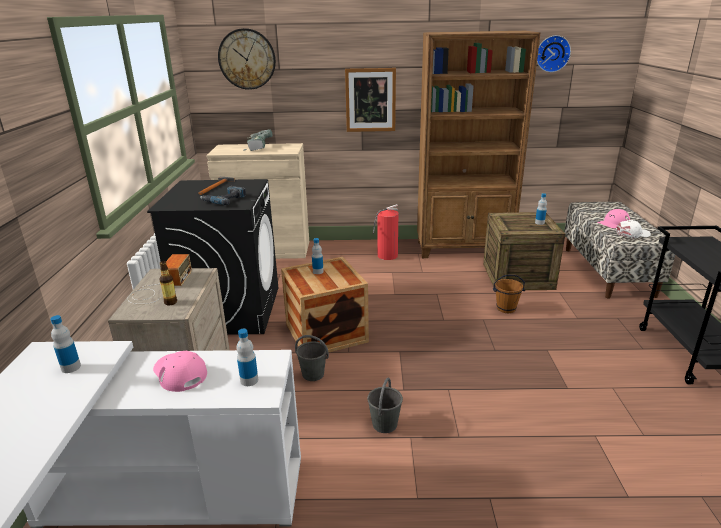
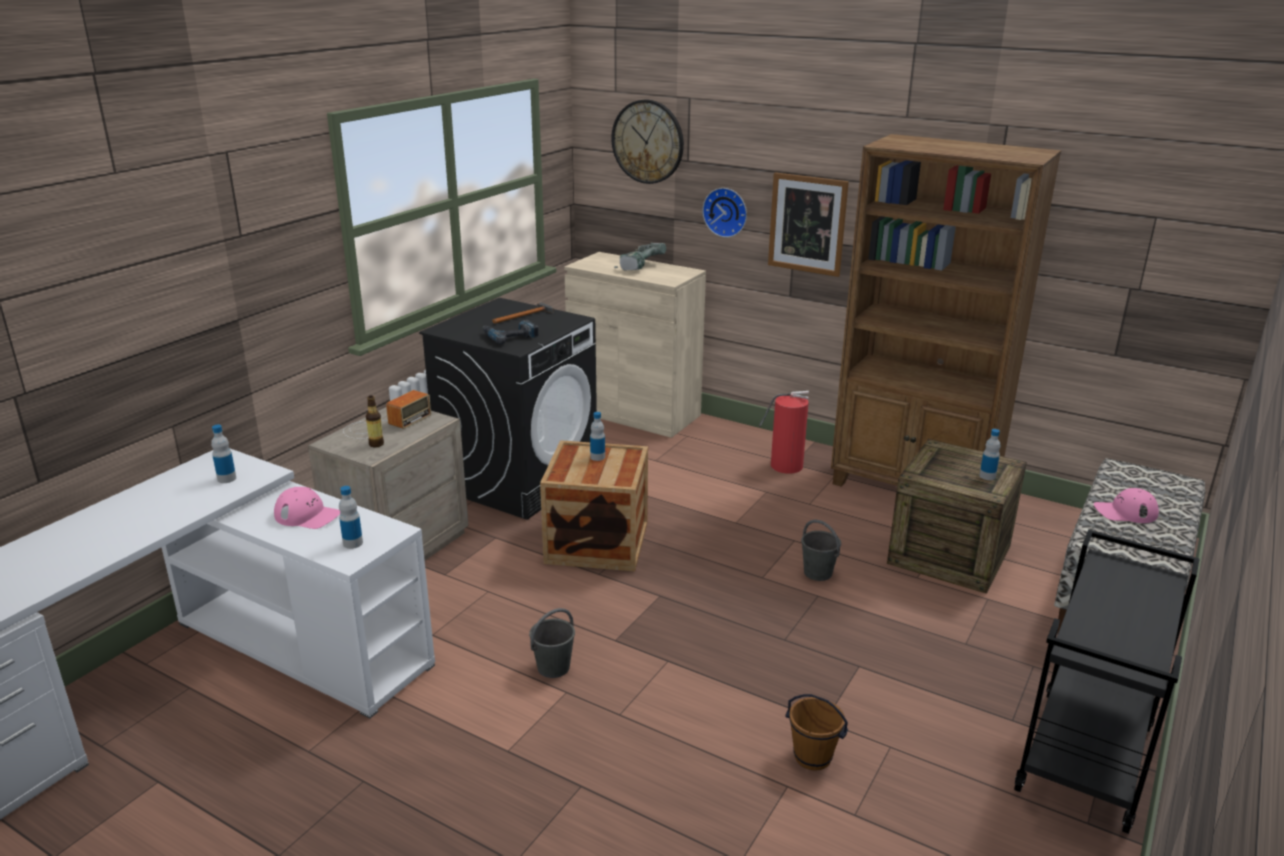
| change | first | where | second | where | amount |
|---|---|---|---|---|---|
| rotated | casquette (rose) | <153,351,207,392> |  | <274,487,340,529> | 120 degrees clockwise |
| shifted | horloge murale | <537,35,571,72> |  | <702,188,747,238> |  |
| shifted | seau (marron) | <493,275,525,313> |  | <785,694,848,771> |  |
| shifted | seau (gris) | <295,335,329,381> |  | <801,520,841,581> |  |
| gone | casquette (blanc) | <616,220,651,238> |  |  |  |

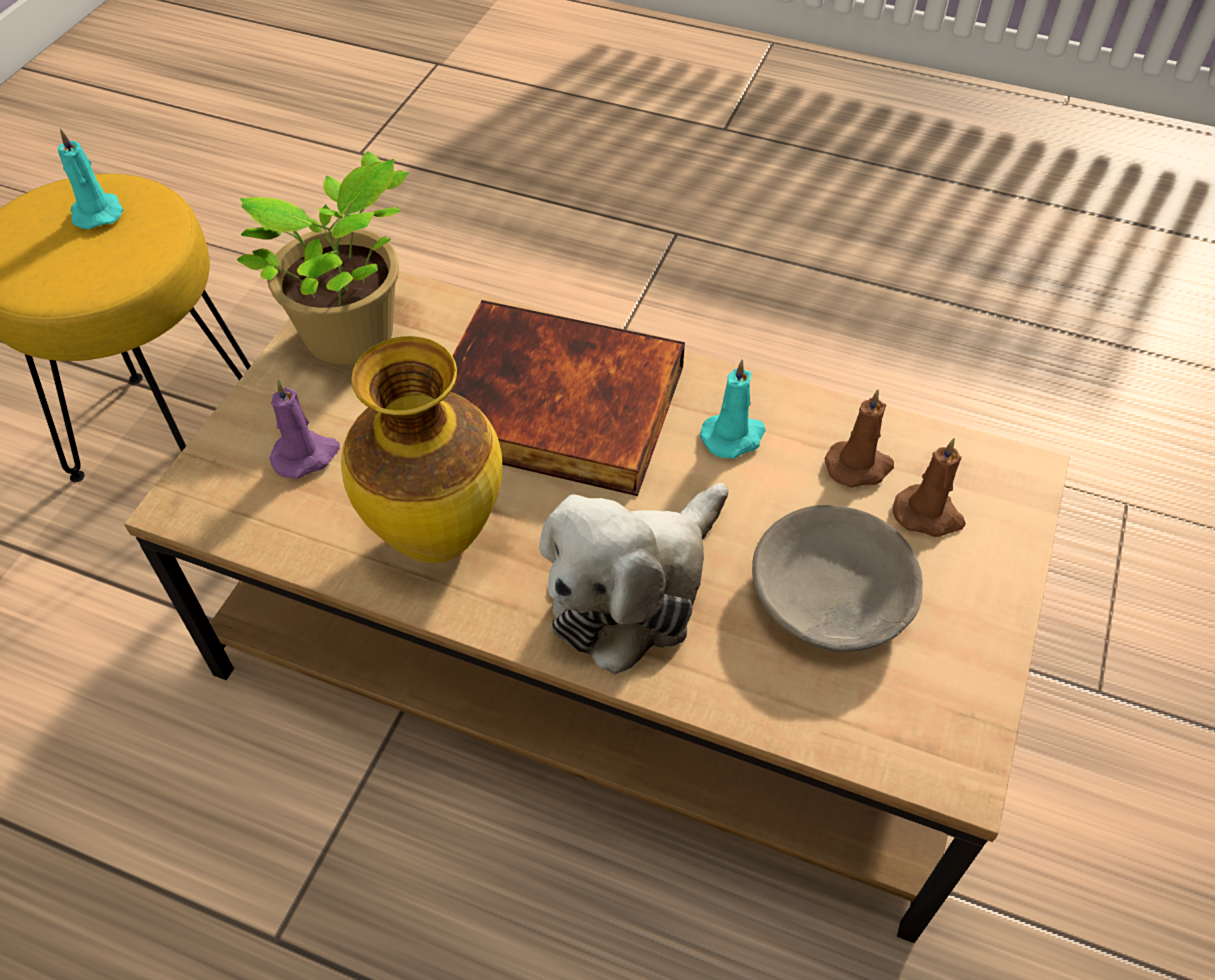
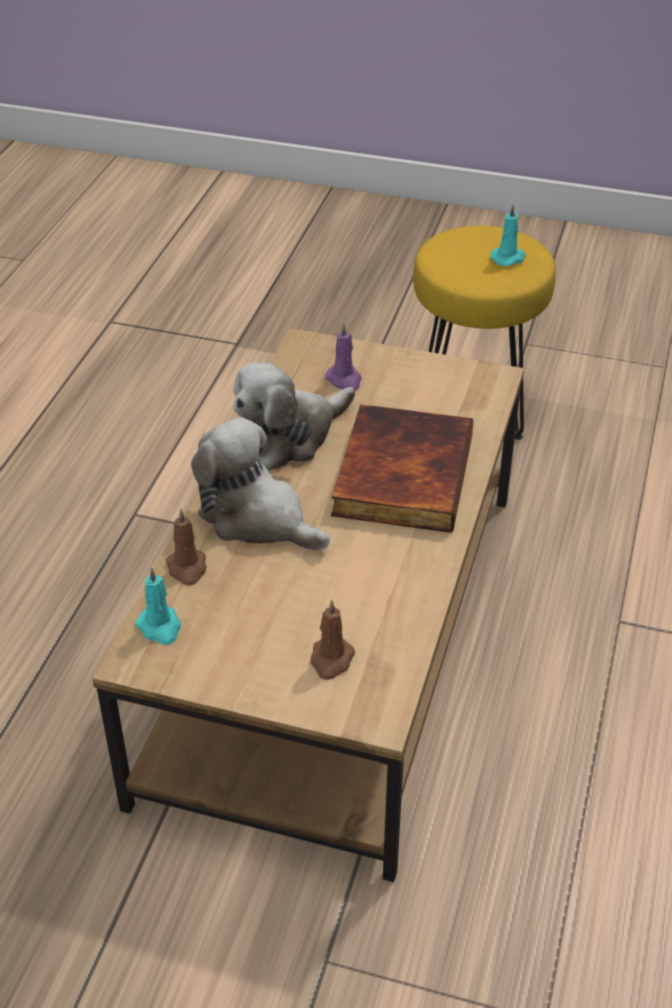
| change | first | where | second | where | amount |
|---|---|---|---|---|---|
| shifted | bougie (turquoise) | <700,359,766,459> |  | <135,567,181,645> |  |
| shifted | bougie (marron) | <825,389,894,488> |  | <166,509,207,585> |  |
| swapped | vase | <341,336,502,563> | peluche | <233,363,355,470> |  |
| gone | plante en pot | <237,151,409,365> |  |  |  |
| gone | bol (gris) | <752,505,923,652> |  |  |  |

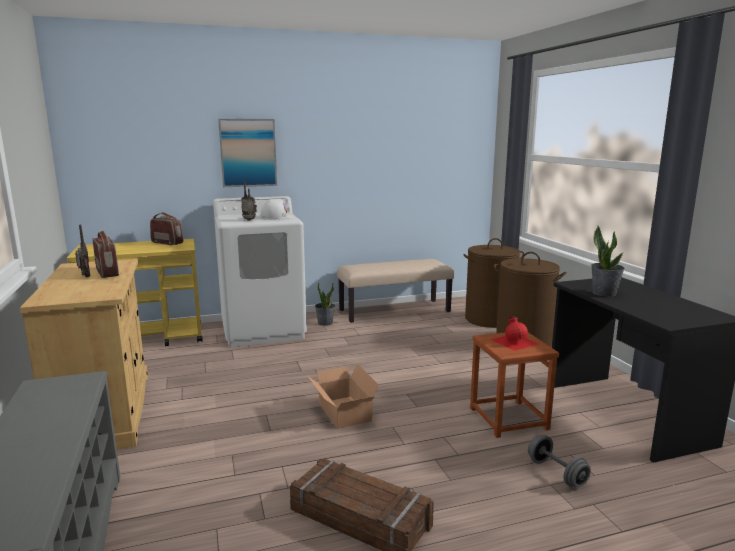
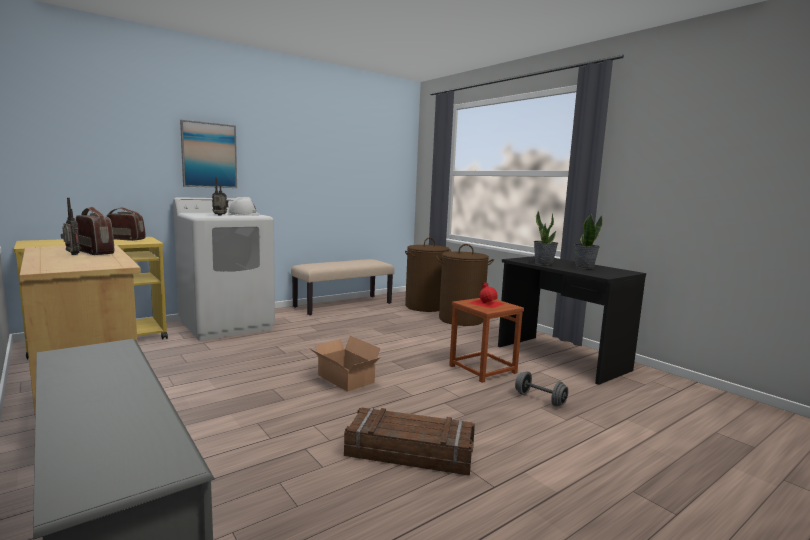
| change | first | where | second | where | amount |
|---|---|---|---|---|---|
| shifted | plante en pot | <315,282,335,326> |  | <574,214,602,269> |  |

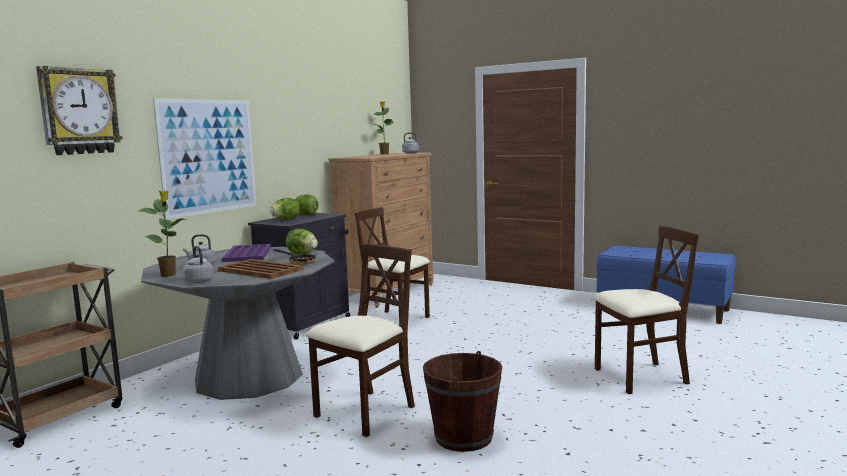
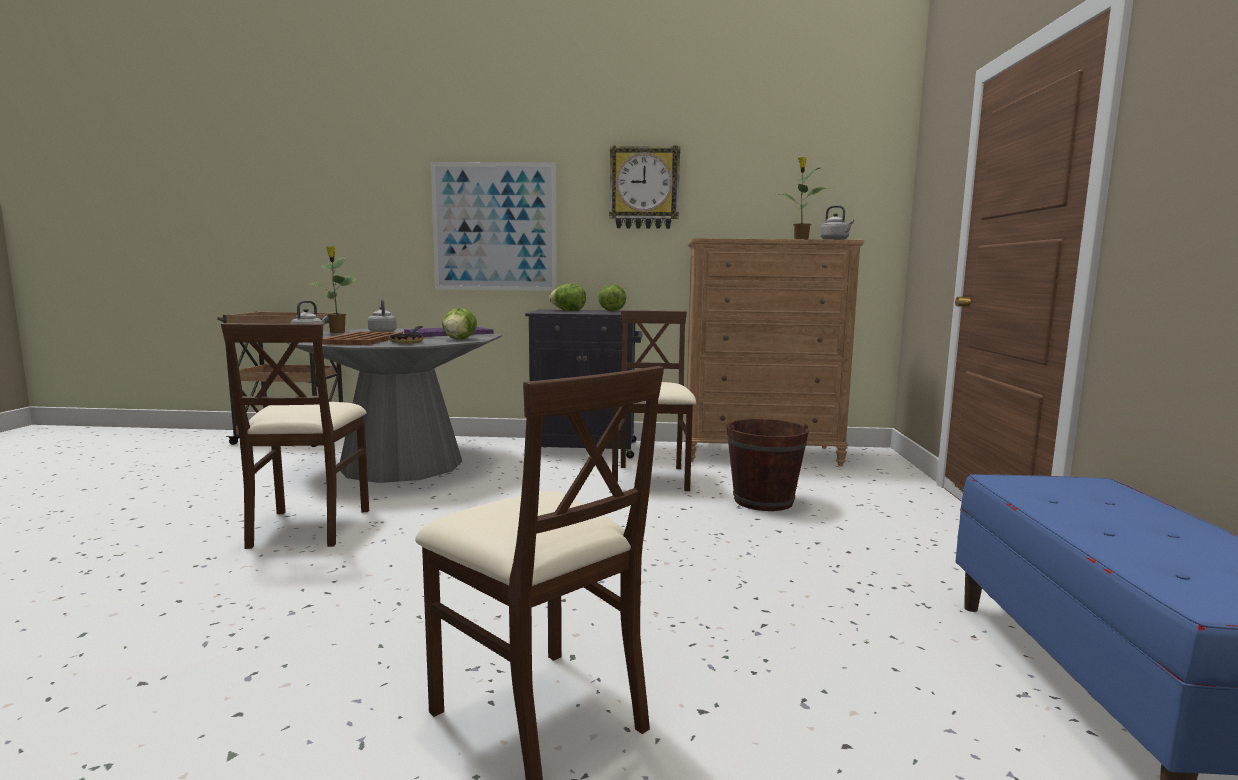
| change | first | where | second | where | amount |
|---|---|---|---|---|---|
| rotated | chaise (beige) | <306,243,415,437> |  | <221,323,369,549> | 75 degrees clockwise |
| shifted | horloge murale | <36,66,123,155> |  | <609,145,680,229> |  |
| shifted | seau (marron) | <423,351,502,452> |  | <726,419,809,511> |  |

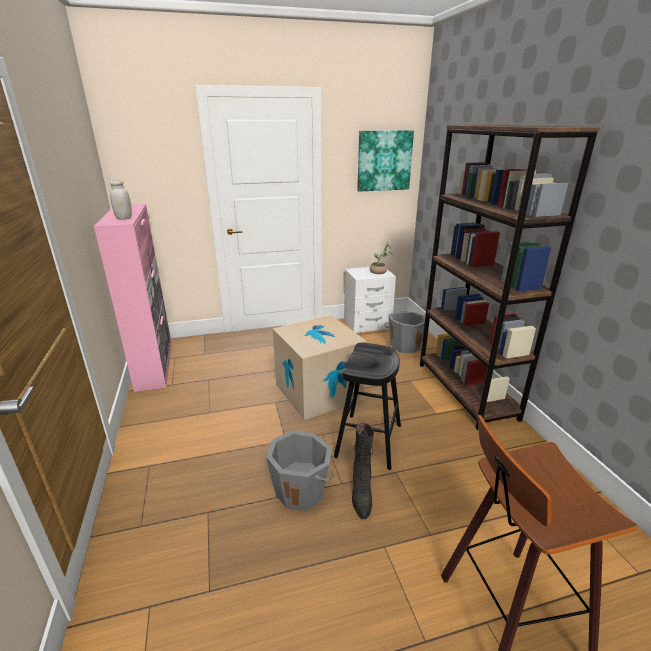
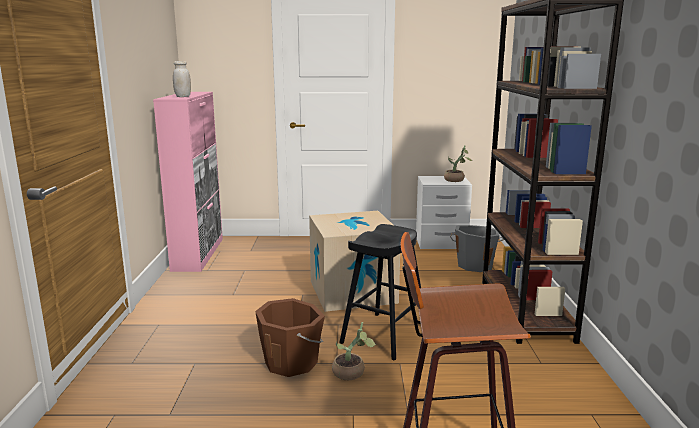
| change | first | where | second | where | amount |
|---|---|---|---|---|---|
| repainted | seau (gris) | <266,430,333,511> | seau (marron) | <255,298,325,377> |  |
| swapped | botte (noir) | <352,423,374,519> | plante en pot | <332,322,376,380> |  |
| gone | tableau | <357,130,414,192> |  |  |  |

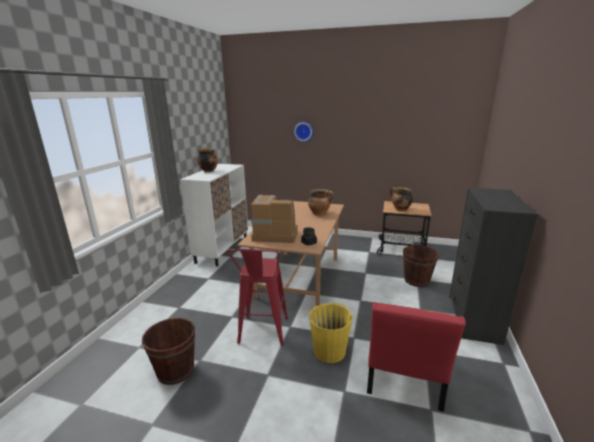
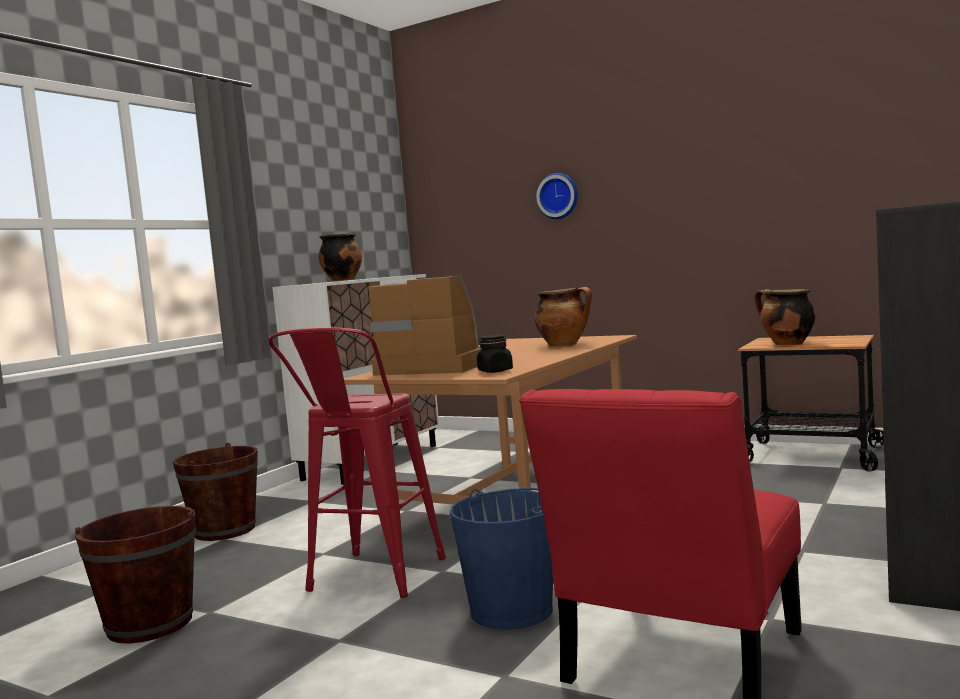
| change | first | where | second | where | amount |
|---|---|---|---|---|---|
| shifted | seau (marron) | <403,244,439,287> |  | <173,443,258,541> |  |
| repainted | seau (jaune) | <309,303,352,363> | seau (bleu) | <450,488,553,630> |  |

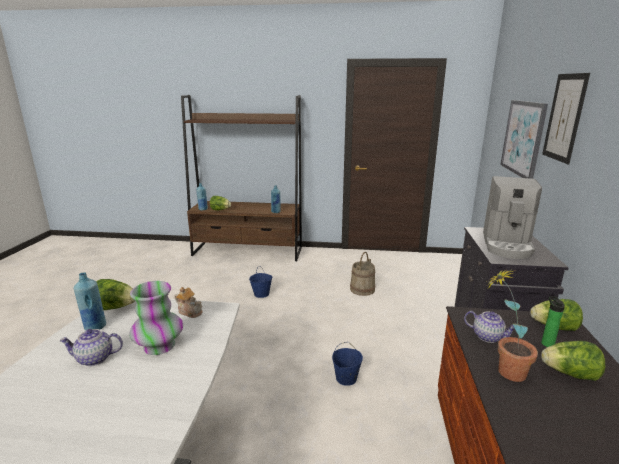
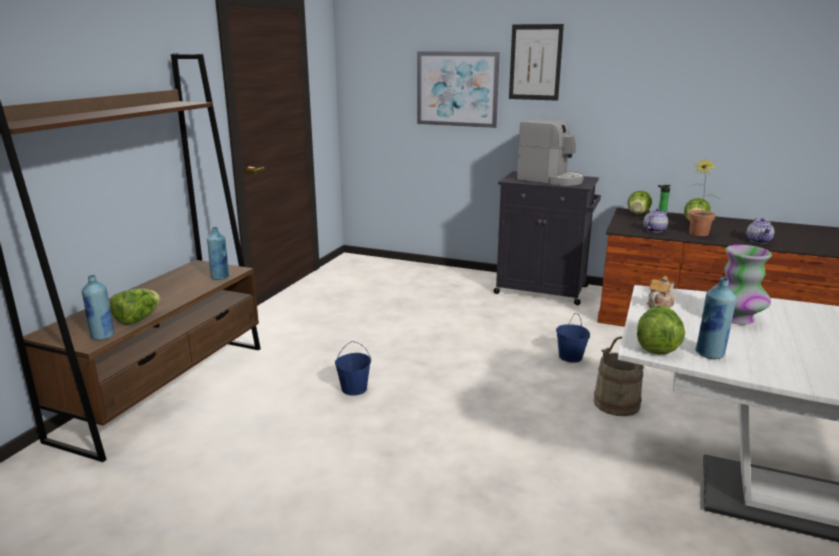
| change | first | where | second | where | amount |
|---|---|---|---|---|---|
| shifted | seau (beige) | <350,252,375,296> |  | <593,336,644,416> |  |
| shifted | théière | <59,329,123,366> |  | <747,218,774,244> |  |

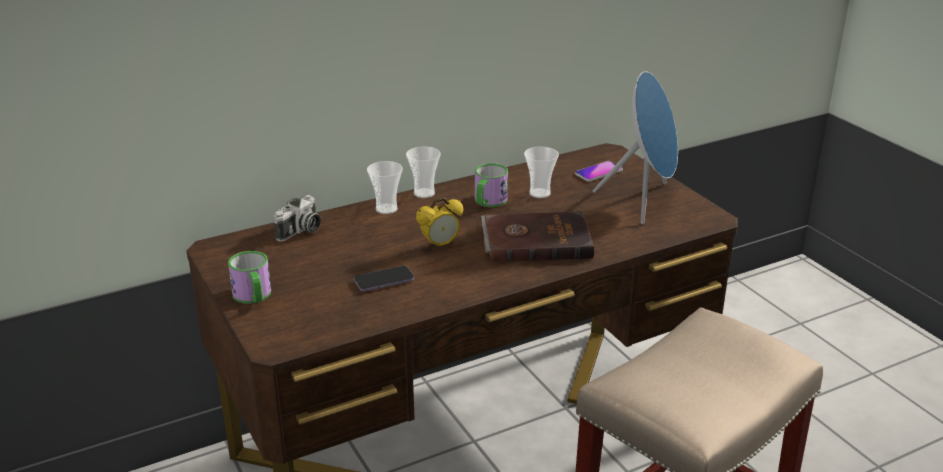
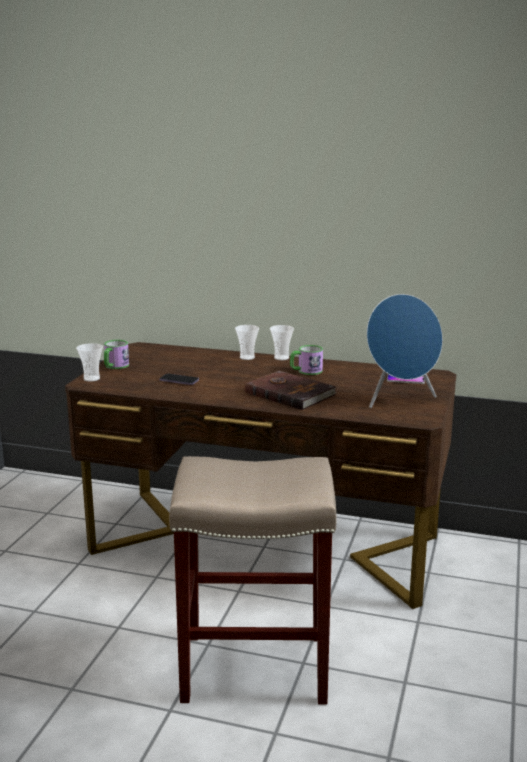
| change | first | where | second | where | amount |
|---|---|---|---|---|---|
| shifted | tasse | <524,147,559,198> |  | <76,343,103,382> |  |
| gone | appareil photo | <274,195,321,242> |  |  |  |
| gone | réveil | <416,197,463,250> |  |  |  |

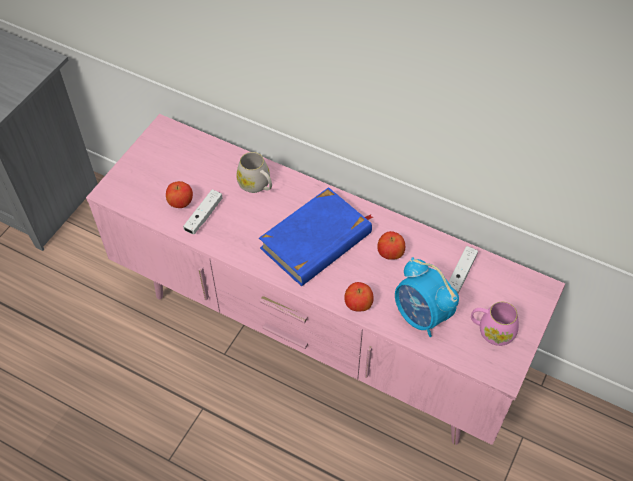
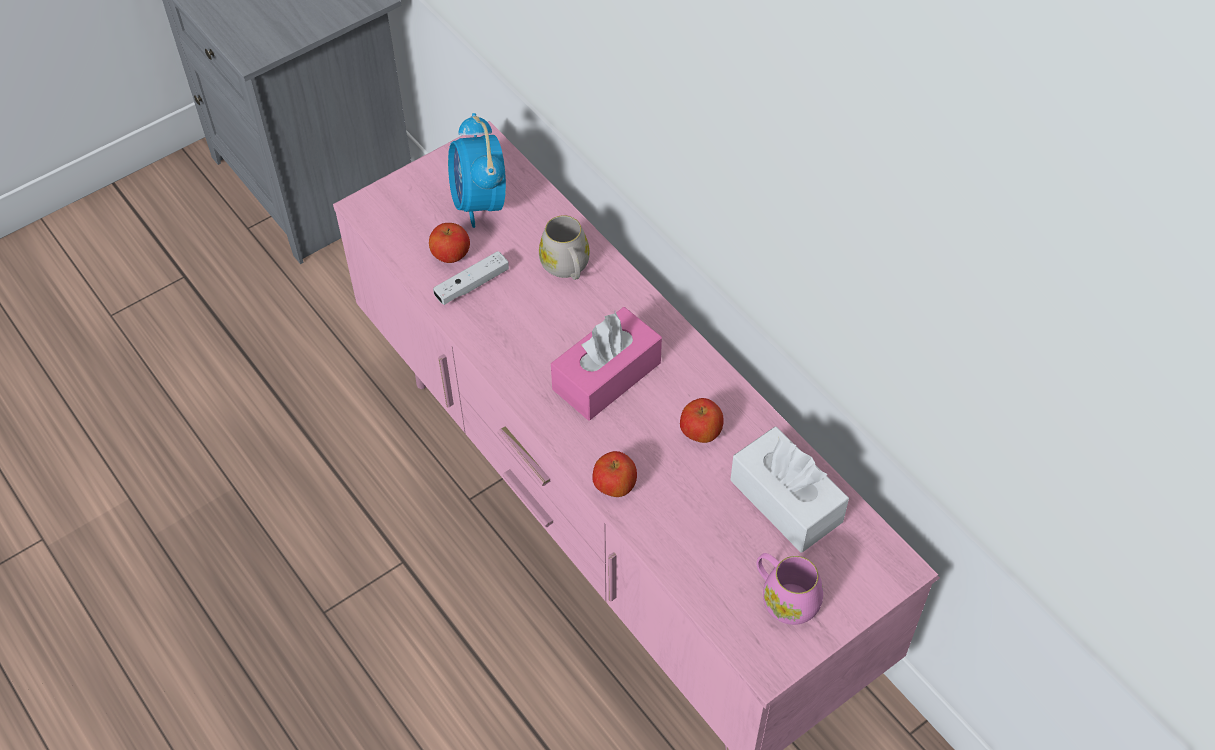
| change | first | where | second | where | amount |
|---|---|---|---|---|---|
| shifted | réveil | <395,257,459,337> |  | <448,113,506,228> |  |
| swapped | livre (bleu) | <259,187,373,286> | boîte à mouchoirs (rose) | <551,307,662,420> |  |
| swapped | manette (blanc) | <448,246,478,293> | boîte à mouchoirs (blanc) | <730,427,849,553> |  |

